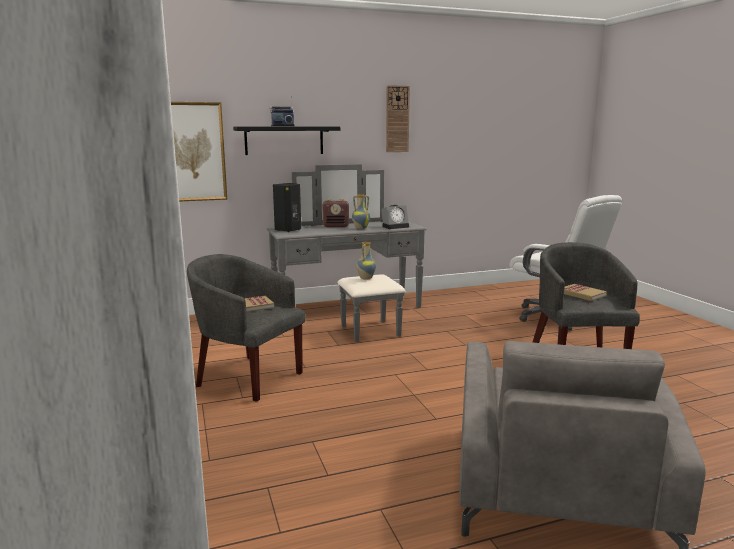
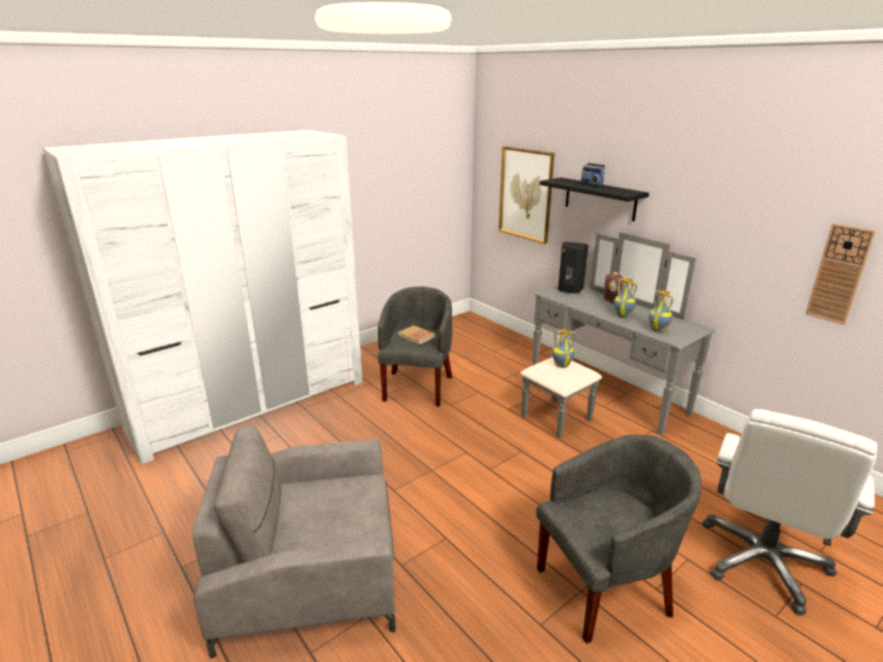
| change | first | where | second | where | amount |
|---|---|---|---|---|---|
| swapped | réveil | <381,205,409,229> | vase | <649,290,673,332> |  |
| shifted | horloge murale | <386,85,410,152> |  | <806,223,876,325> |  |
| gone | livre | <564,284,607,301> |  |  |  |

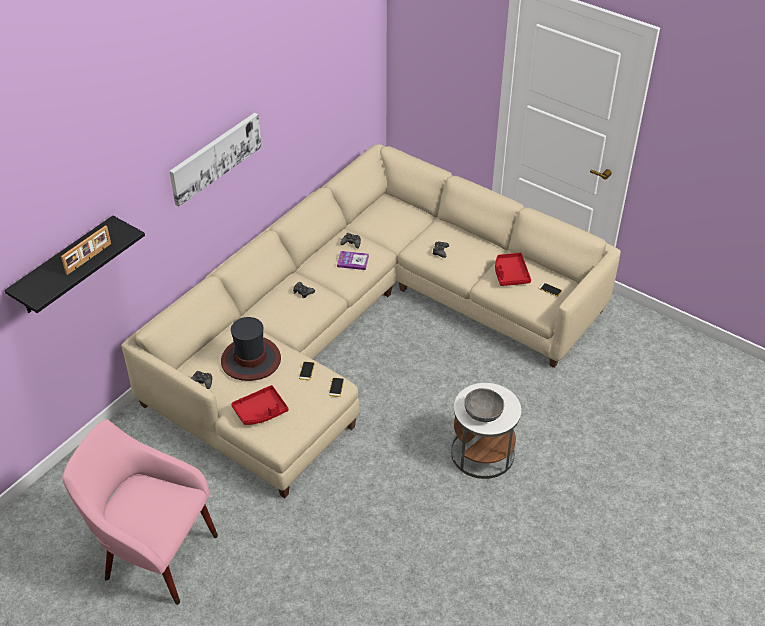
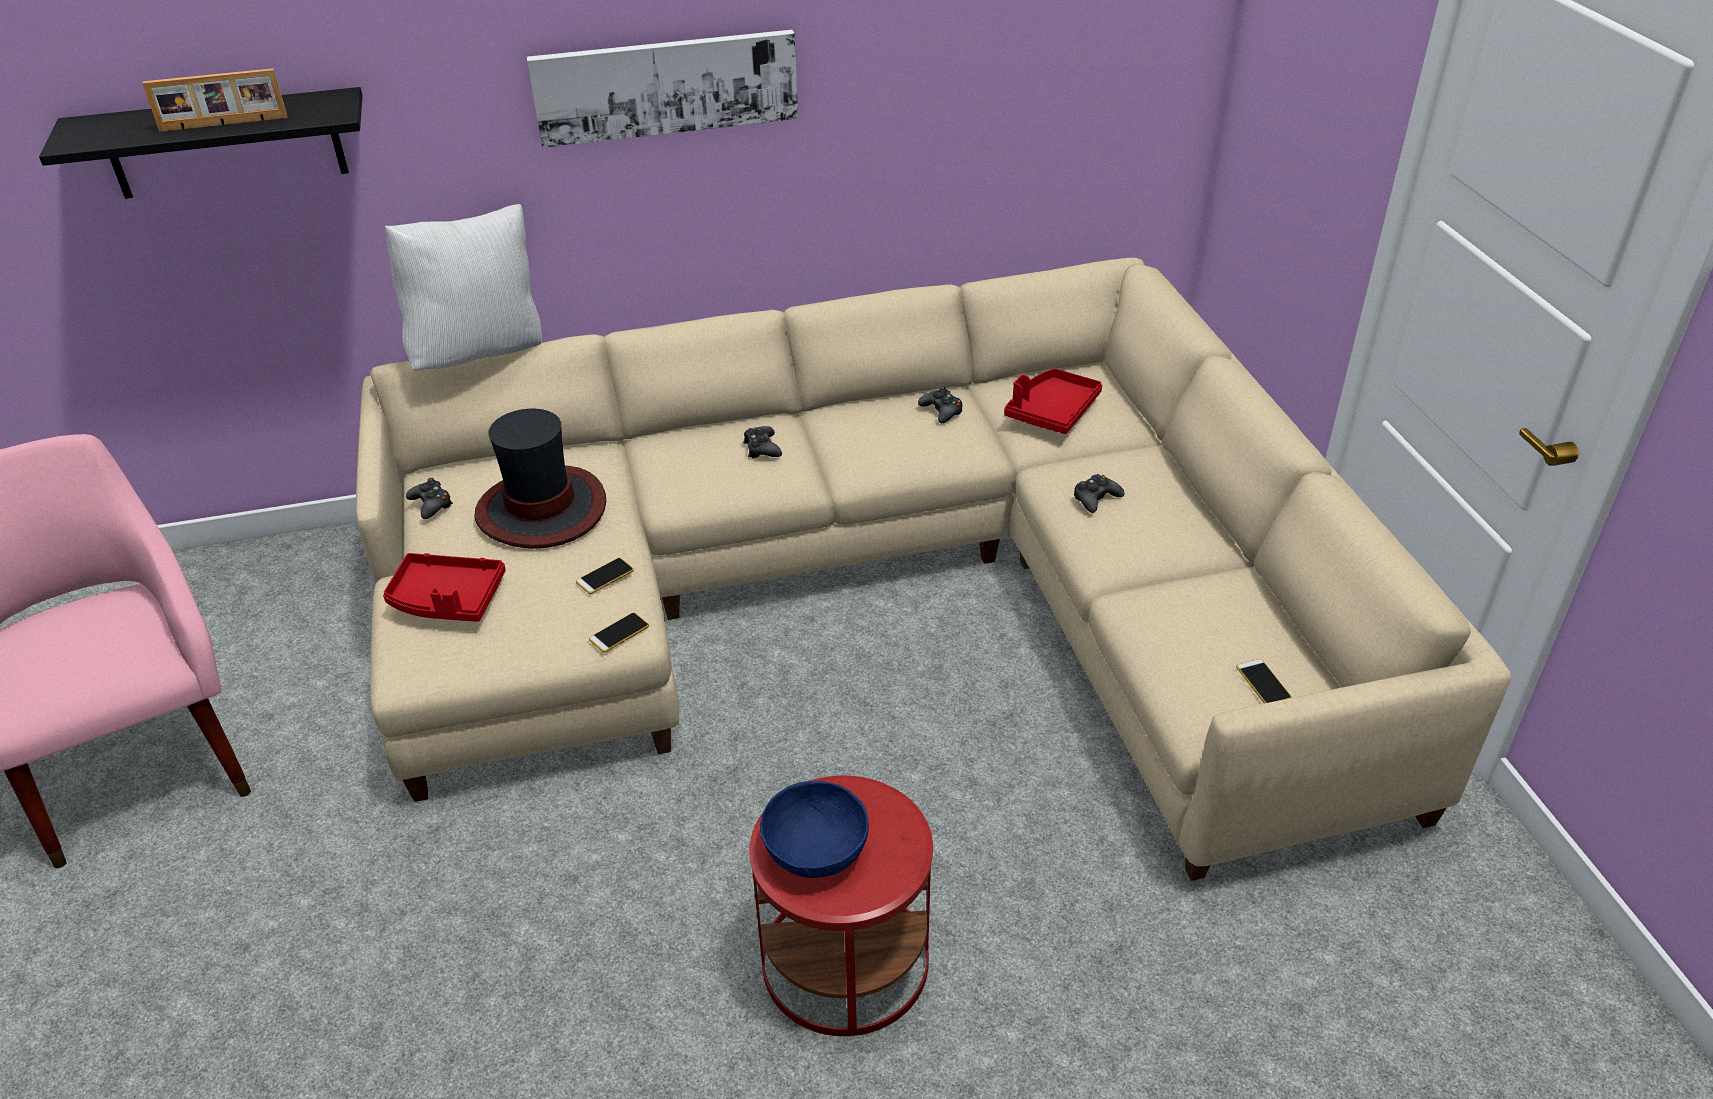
| change | first | where | second | where | amount |
|---|---|---|---|---|---|
| new |  |  | coussin (blanc) | <385,204,542,371> |  |
| repainted | table d'appoint (blanc) | <451,383,521,479> | table d'appoint (rouge) | <749,776,933,1036> |  |
| repainted | bol (gris) | <464,388,504,422> | bol (bleu) | <760,781,869,878> |  |
| shifted | plateau (rouge) | <495,253,531,286> |  | <1004,368,1102,434> |  |
| gone | livre | <337,251,369,270> |  |  |  |

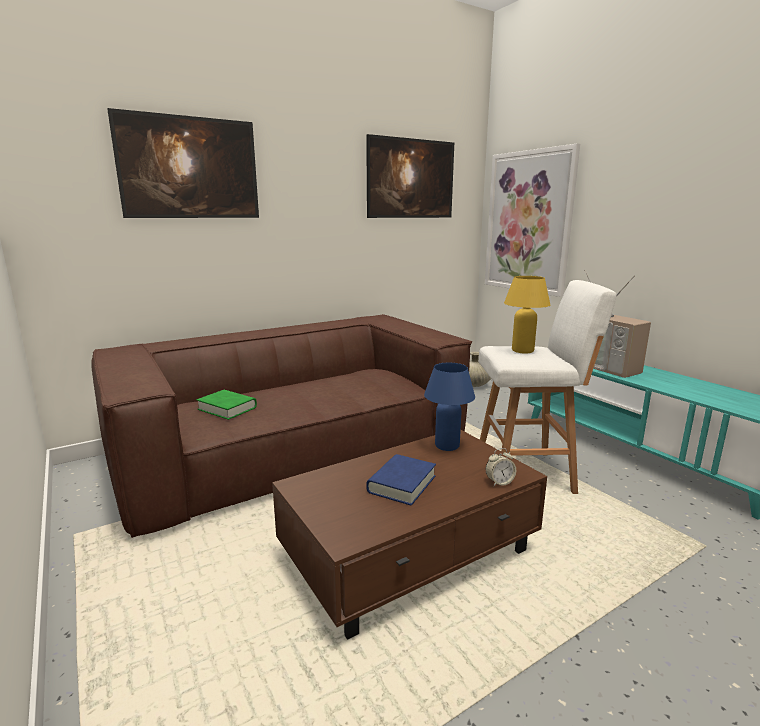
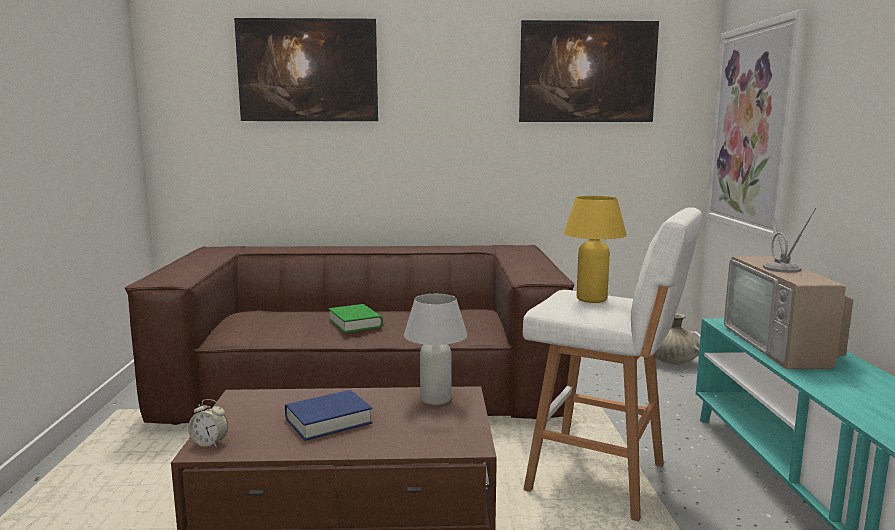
| change | first | where | second | where | amount |
|---|---|---|---|---|---|
| shifted | réveil | <486,448,516,486> |  | <188,399,228,448> |  |
| shifted | livre (vert) | <196,390,257,420> |  | <329,304,383,333> |  |
| repainted | lampe de table (bleu) | <424,363,475,451> | lampe de table (blanc) | <404,294,467,405> |  |

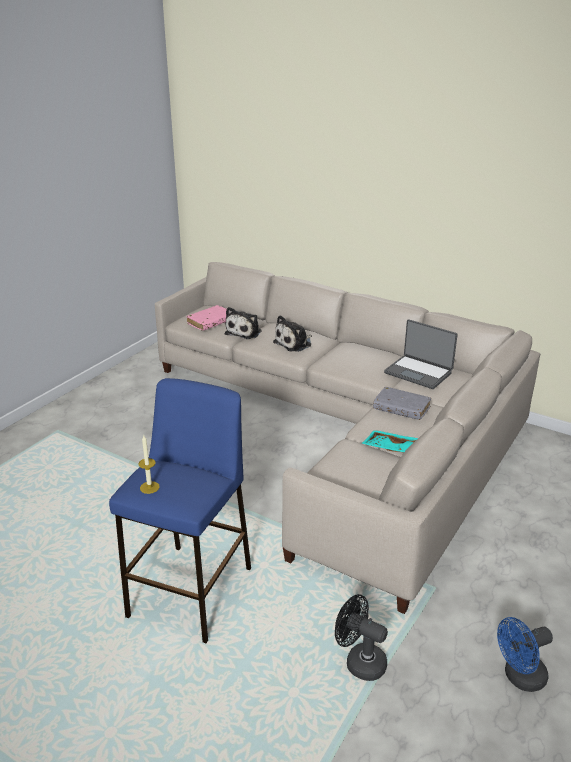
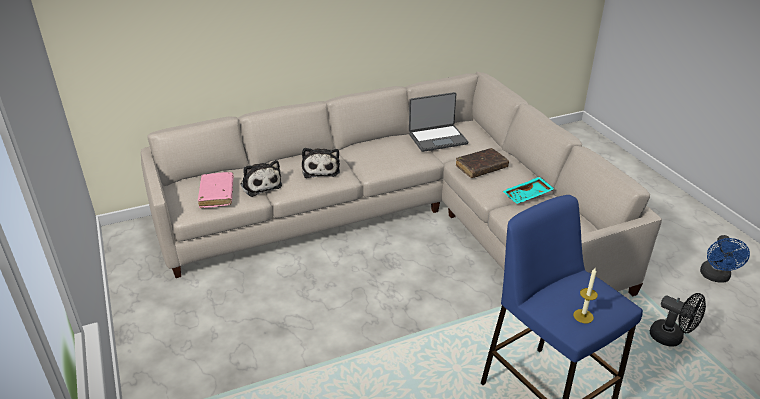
| change | first | where | second | where | amount |
|---|---|---|---|---|---|
| repainted | livre (gris) | <373,387,431,420> | livre (marron) | <456,148,509,178> |  |
| rotated | ventilateur (noir) | <335,594,388,681> |  | <650,293,706,347> | 120 degrees counterclockwise |

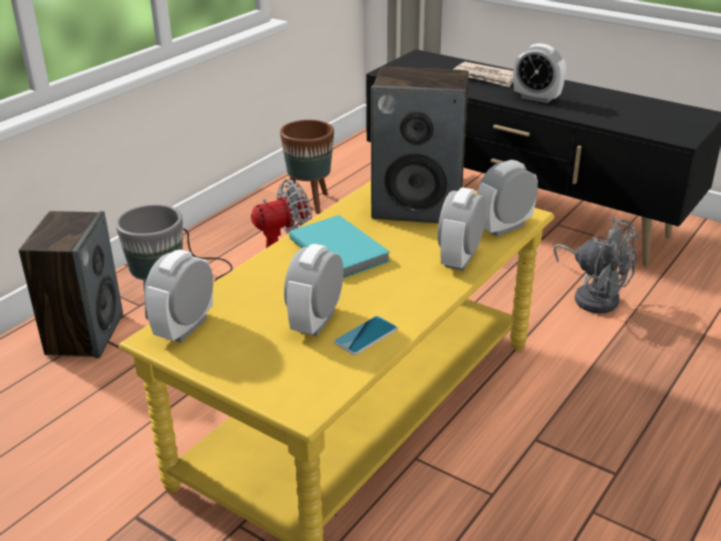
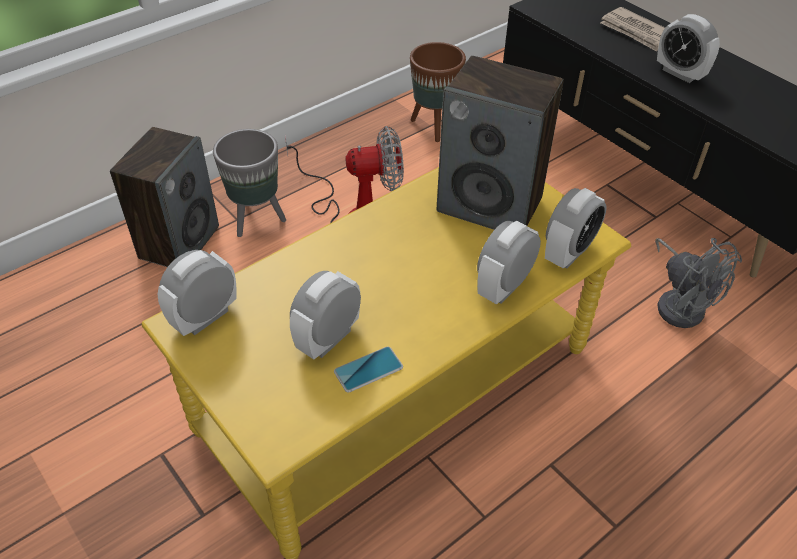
| change | first | where | second | where | amount |
|---|---|---|---|---|---|
| rotated | réveil | <477,160,538,237> |  | <545,188,606,269> | 150 degrees clockwise |
| gone | livre (turquoise) | <289,215,390,278> |  |  |  |

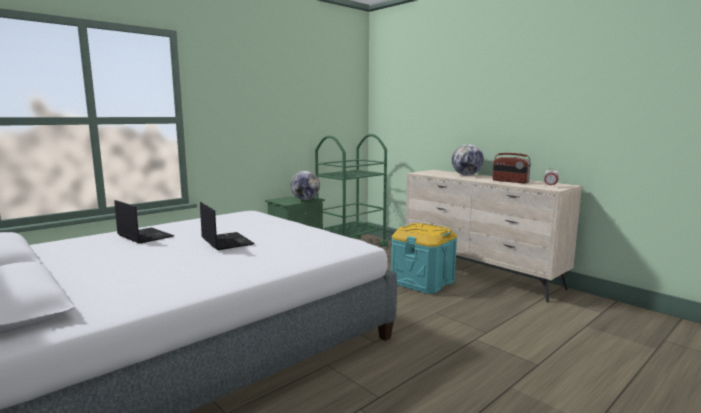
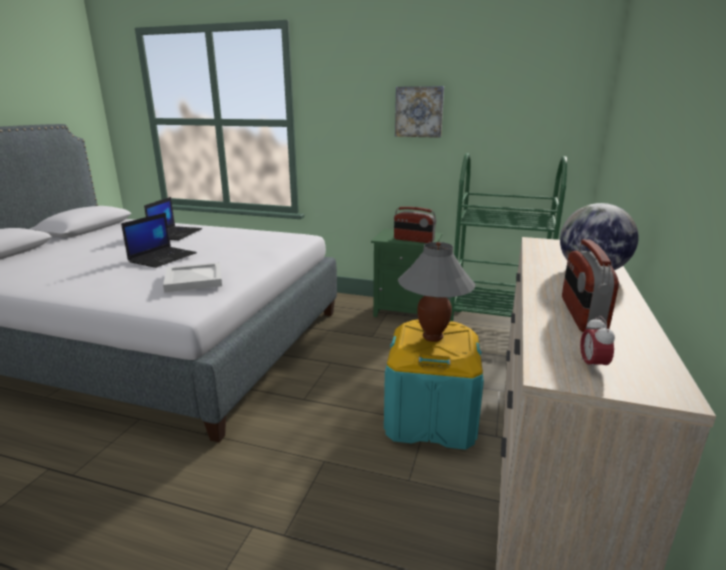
| change | first | where | second | where | amount |
|---|---|---|---|---|---|
| new |  |  | plateau (blanc) | <163,262,222,292> |  |
| swapped | globe | <290,171,320,200> | radio | <394,207,437,243> |  |
| new |  |  | tableau | <395,86,444,138> |  |
| new |  |  | lampe de table (gris) | <398,242,476,342> |  |

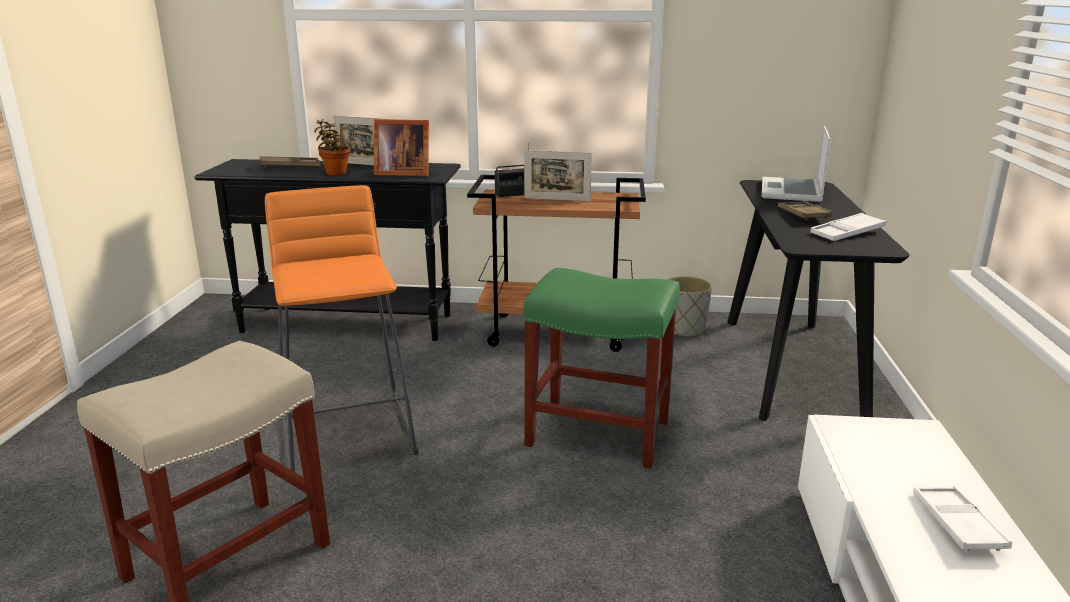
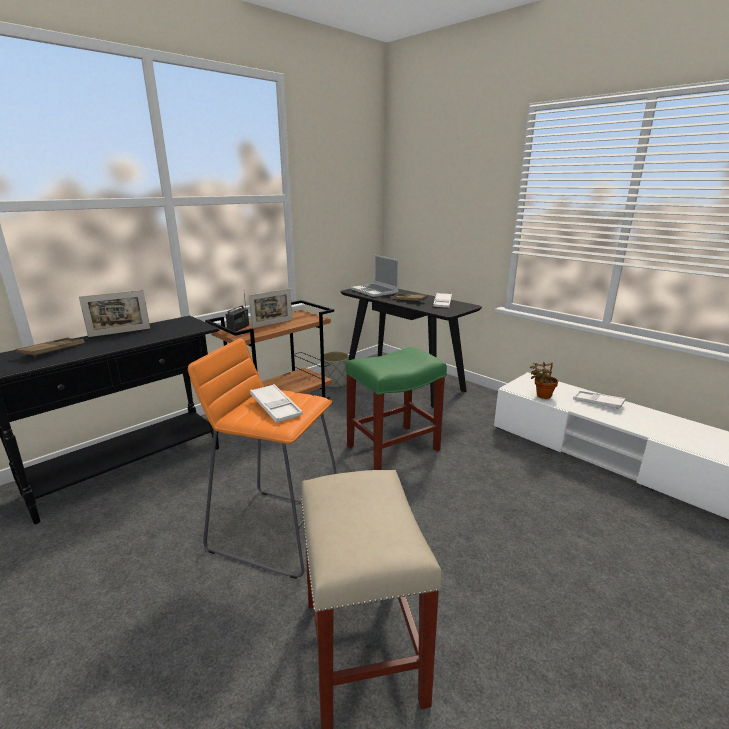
| change | first | where | second | where | amount |
|---|---|---|---|---|---|
| new |  |  | plateau (blanc) | <250,384,302,423> |  |
| shifted | plante en pot | <314,119,350,176> |  | <530,362,558,399> |  |
| gone | cadre photo | <374,119,429,176> |  |  |  |

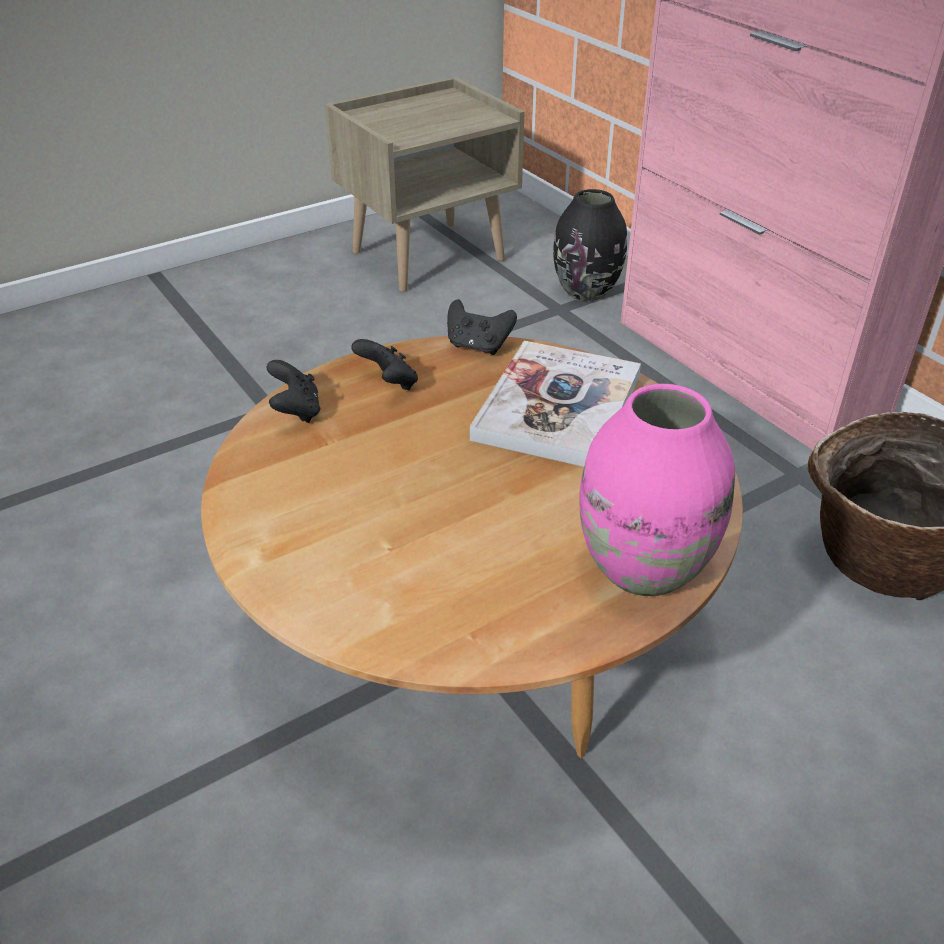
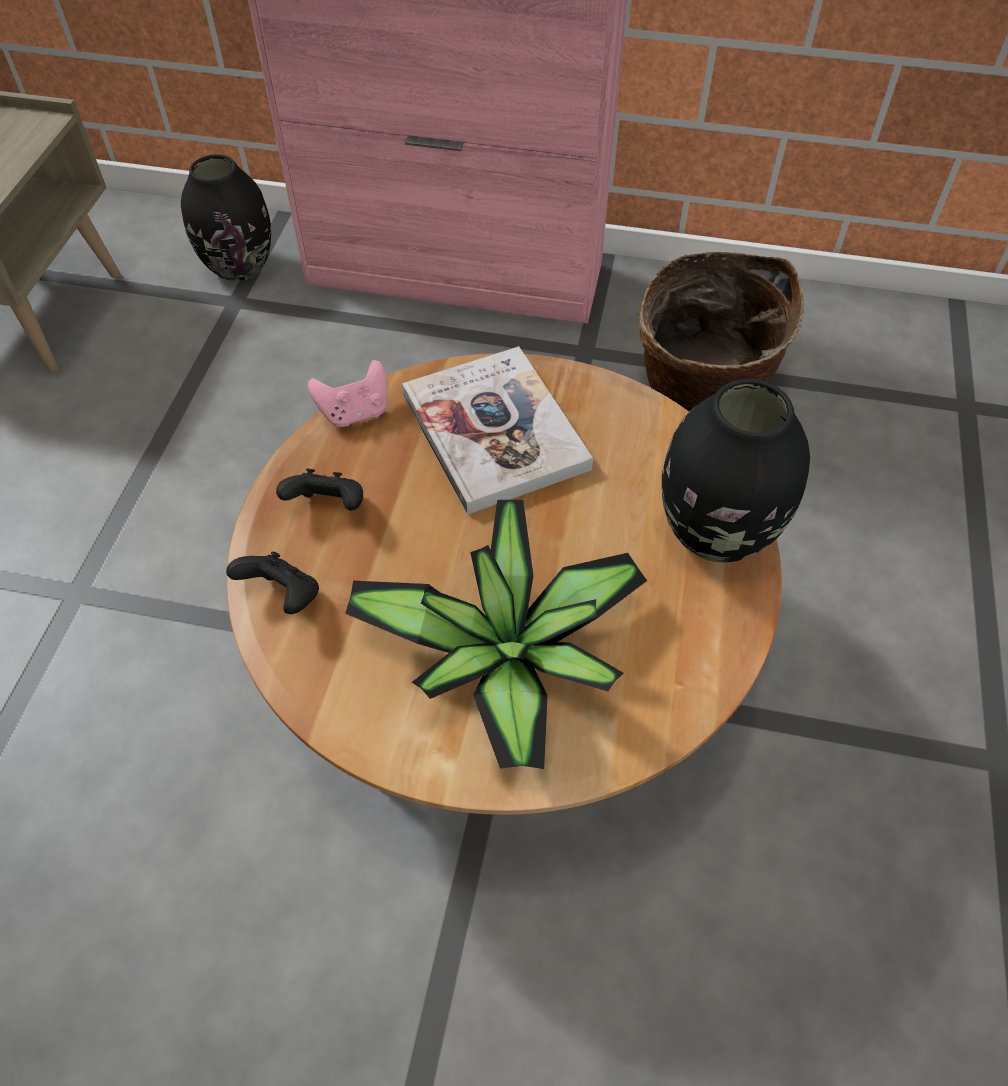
| change | first | where | second | where | amount |
|---|---|---|---|---|---|
| repainted | manette (noir) | <447,299,517,355> | manette (rose) | <308,360,387,427> |  |
| new |  |  | plante en pot | <345,500,647,769> |  |
| repainted | vase (rose) | <579,384,735,596> | vase (noir) | <662,379,810,563> |  |

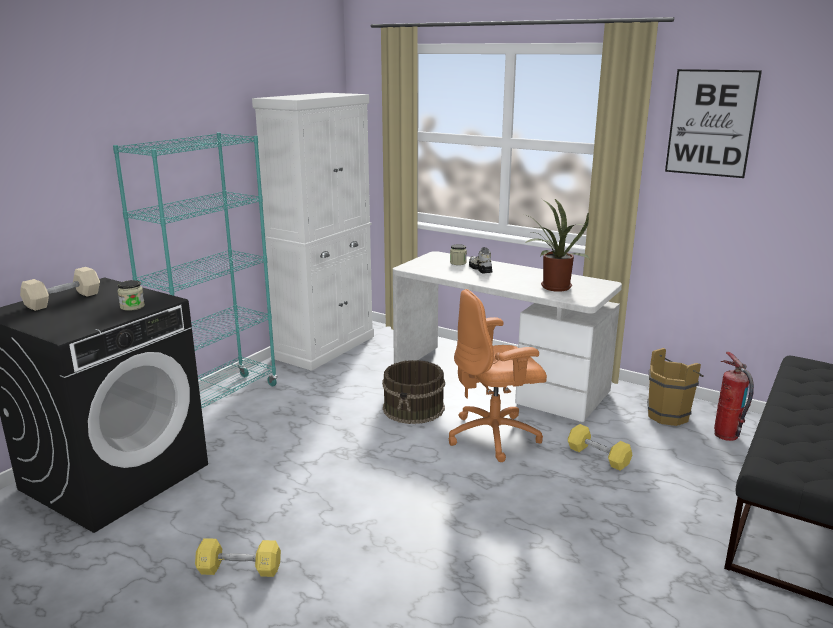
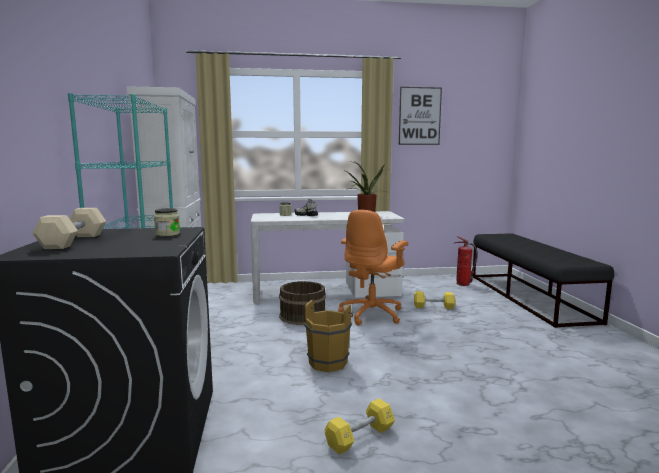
| change | first | where | second | where | amount |
|---|---|---|---|---|---|
| shifted | seau (marron) | <647,348,704,426> |  | <304,300,353,372> |  |

